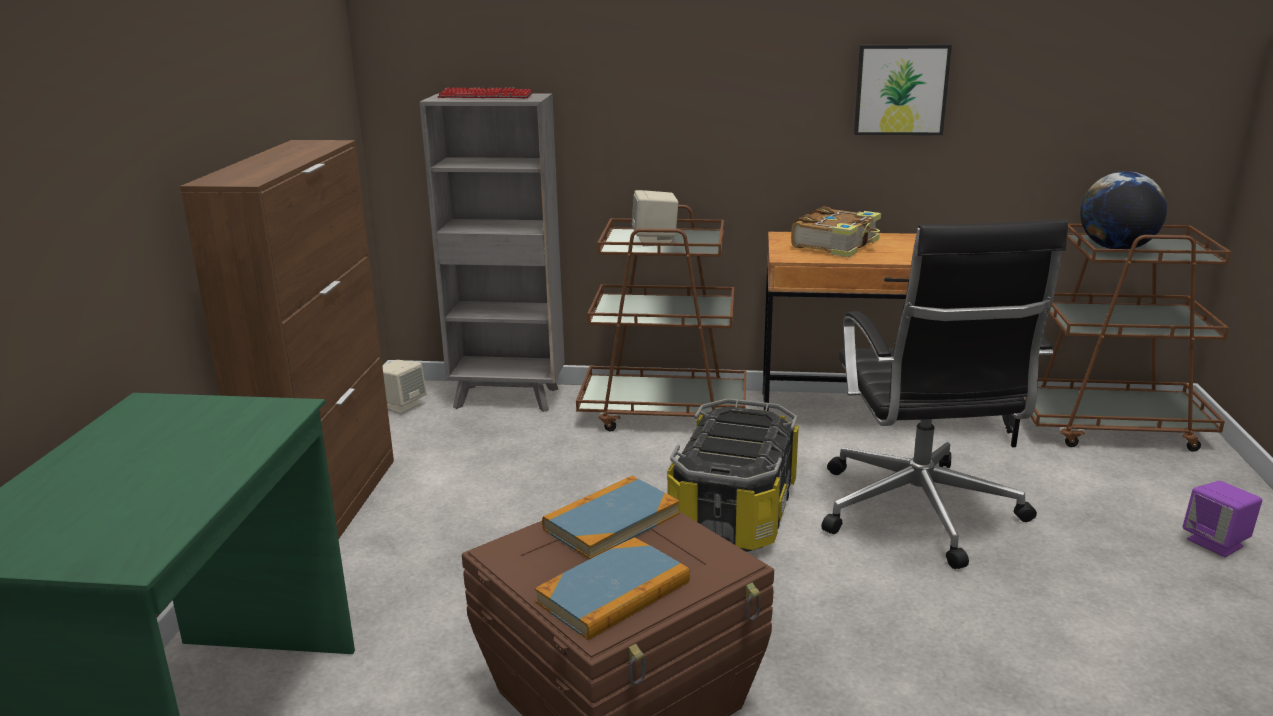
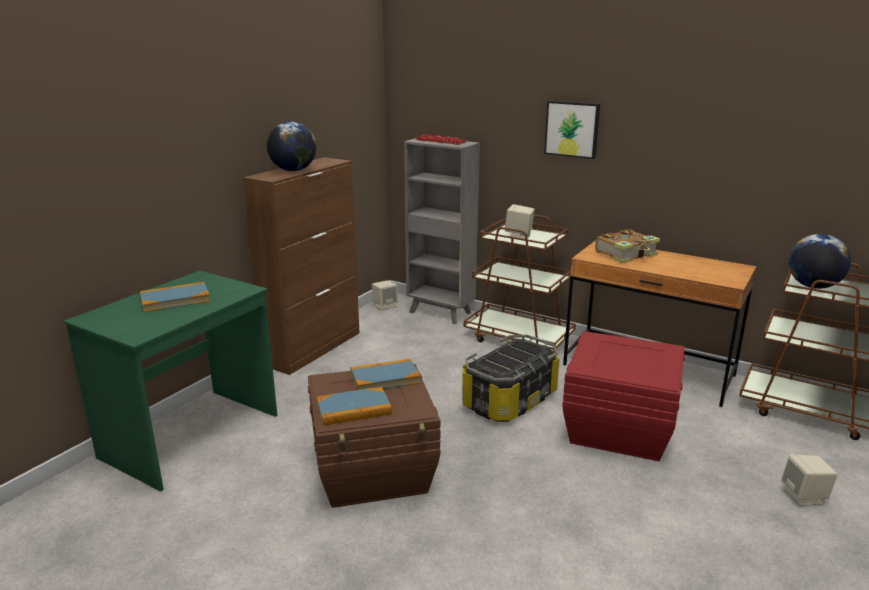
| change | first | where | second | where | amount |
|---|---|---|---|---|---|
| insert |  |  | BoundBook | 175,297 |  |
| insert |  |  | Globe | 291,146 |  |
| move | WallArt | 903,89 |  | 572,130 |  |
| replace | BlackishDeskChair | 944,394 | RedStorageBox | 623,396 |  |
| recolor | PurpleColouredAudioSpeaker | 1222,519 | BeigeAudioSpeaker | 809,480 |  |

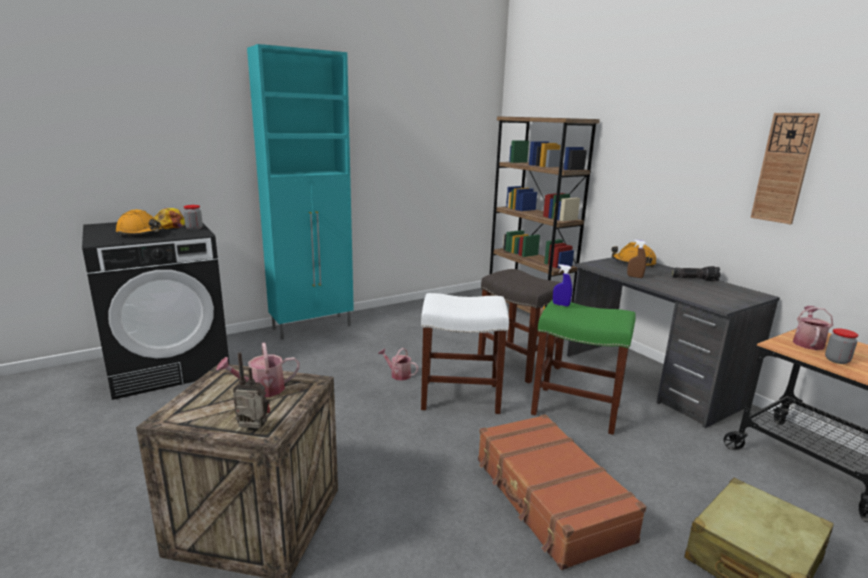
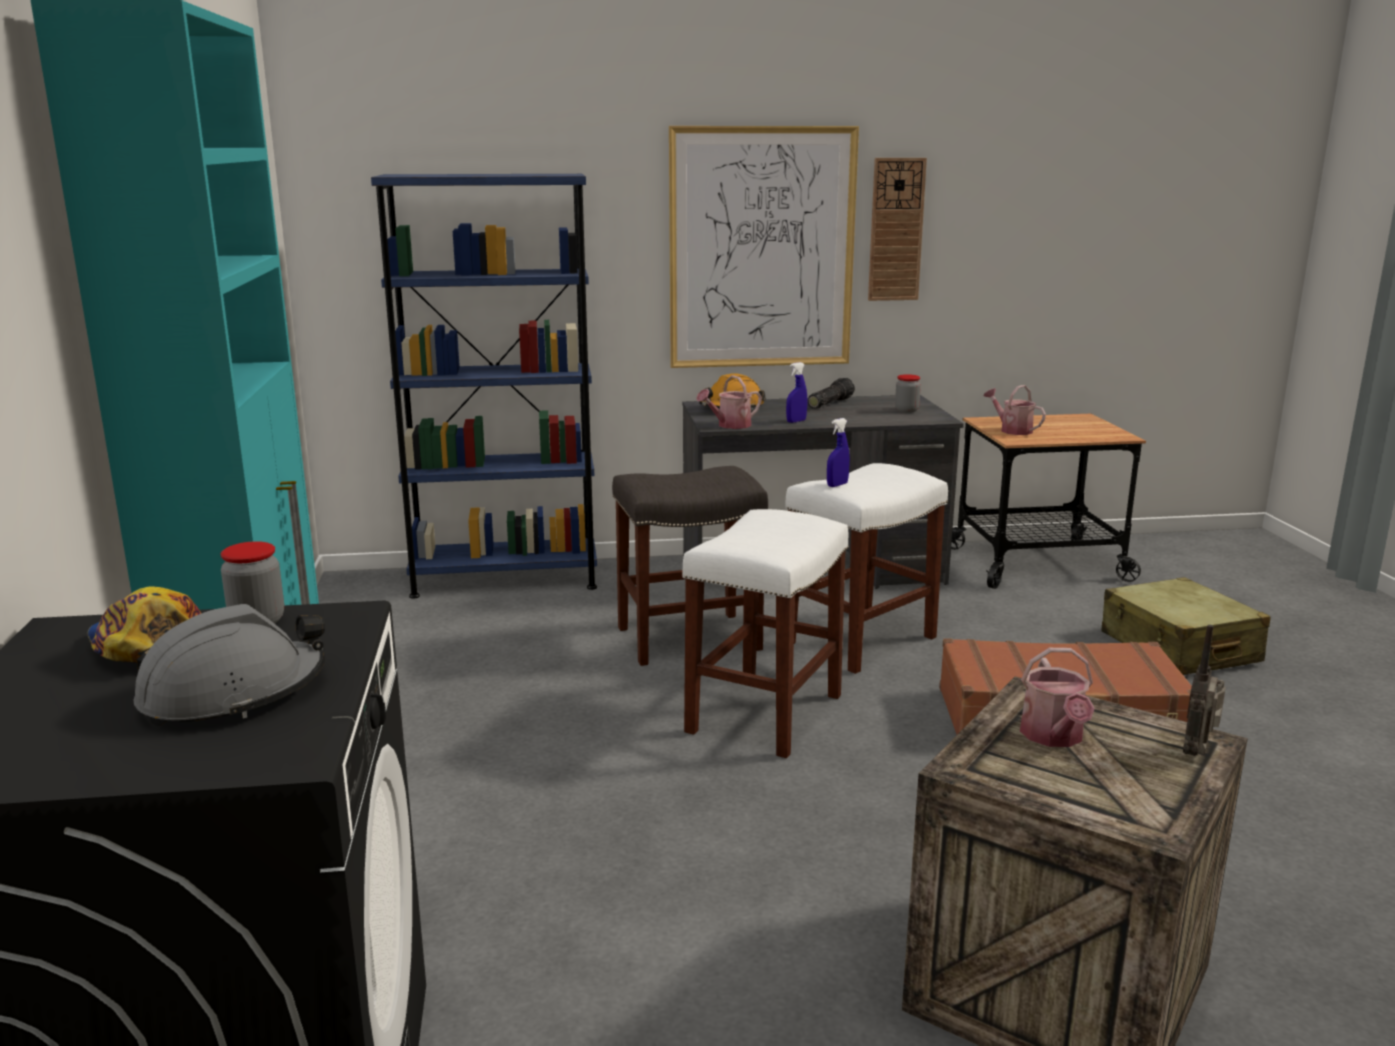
| change | first | where | second | where | amount |
|---|---|---|---|---|---|
| insert |  |  | WallArt | 764,247 |  |
| move | WateringPot | 398,364 |  | 729,402 |  |
| move | StorageJar | 841,346 |  | 908,393 |  |
| recolor | OrangeHardHat | 140,222 | GrayHardHat | 229,665 |  |
| recolor | BrownColouredBookshelf | 544,217 | BlueBookshelf | 484,386 |  |
| recolor | GreenSittingStool | 583,367 | WhiteSittingStool | 866,568 |  |
| recolor | BrownColouredHandSprayer | 636,259 | BlueHandSprayer | 796,392 |  |

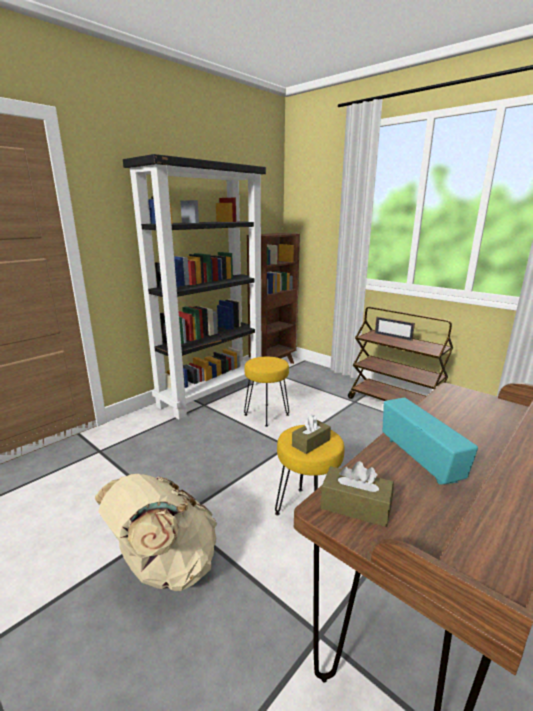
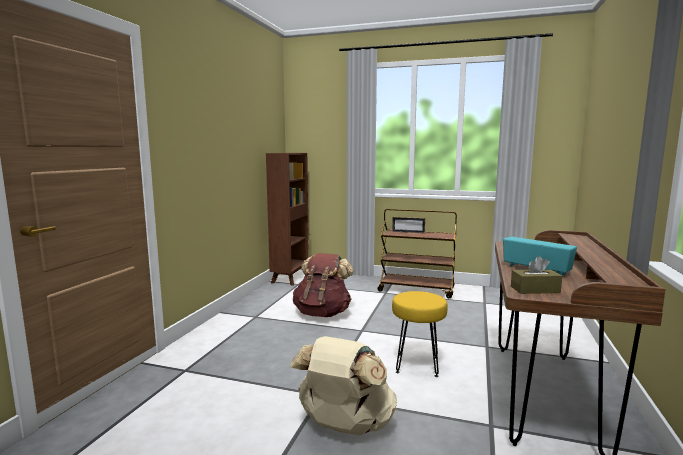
| change | first | where | second | where | amount |
|---|---|---|---|---|---|
| delete | BlackishBookshelf | 194,286 |  |  |  |
| delete | BrownColouredBoxOfTissues | 311,434 |  |  |  |
| replace | YellowColouredSittingStool | 266,392 | BrownColouredKnapsack | 323,285 |  |

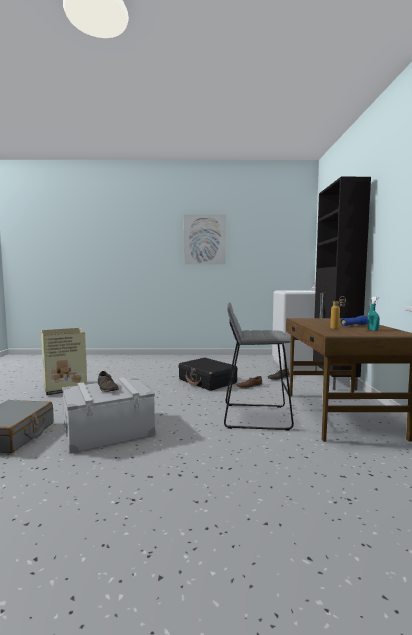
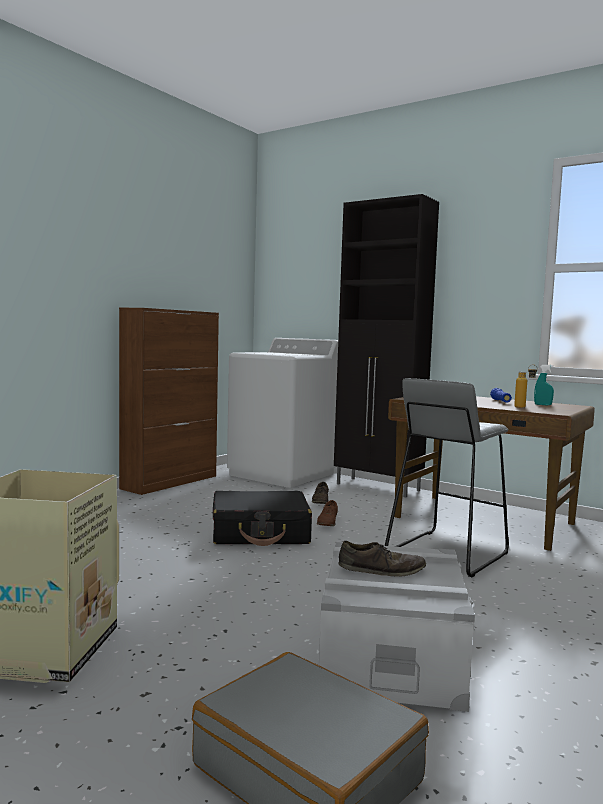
| change | first | where | second | where | amount |
|---|---|---|---|---|---|
| delete | WallArt | 205,239 |  |  |  |
| insert |  |  | BrownColouredCupboard | 169,401 |  |

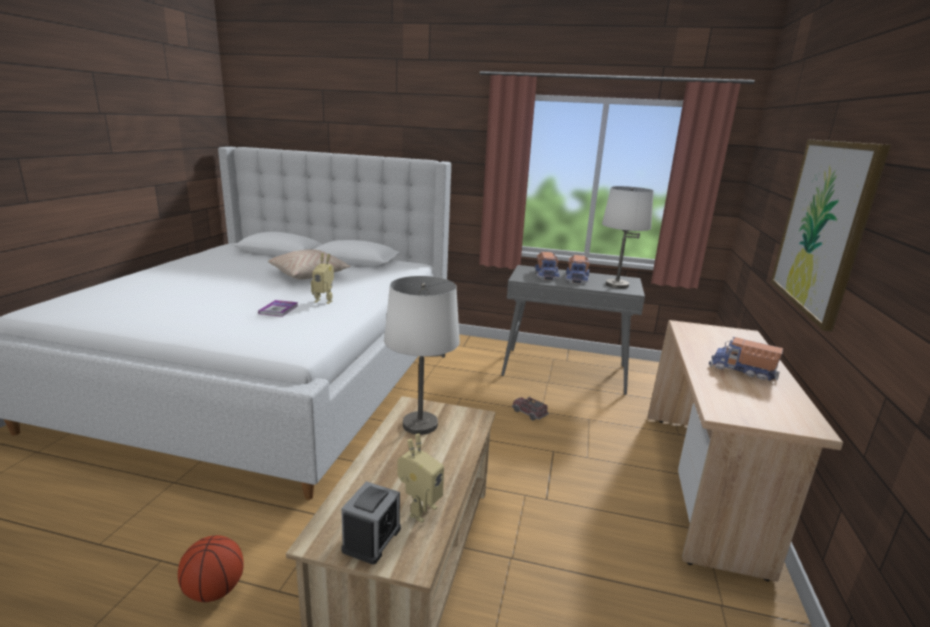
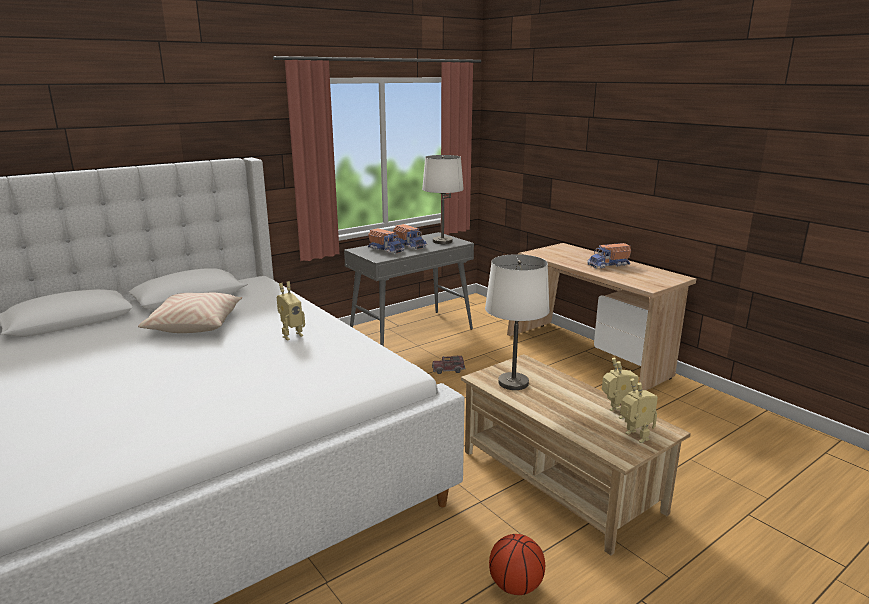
| change | first | where | second | where | amount |
|---|---|---|---|---|---|
| delete | BoundBook | 278,308 |  |  |  |
| delete | WallArt | 831,236 |  |  |  |
| replace | AlarmClock | 371,522 | ToyRobot | 639,411 |  |

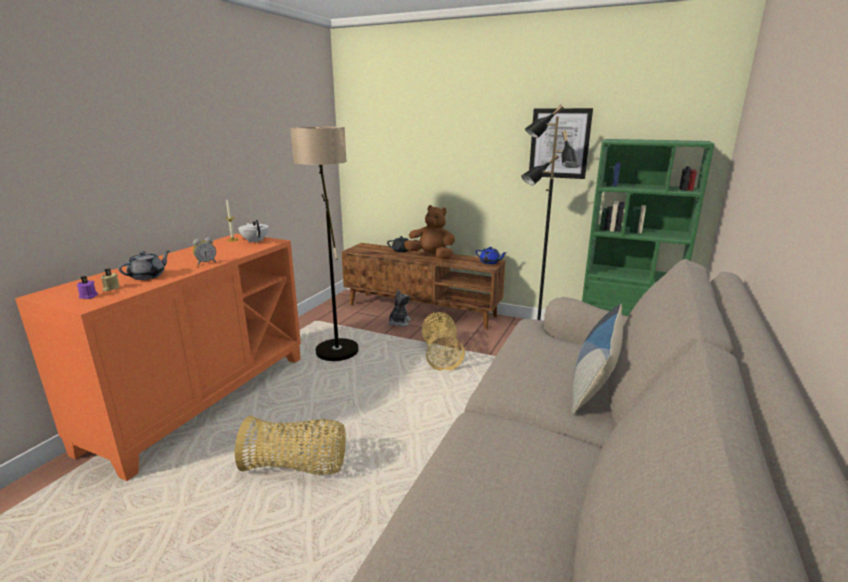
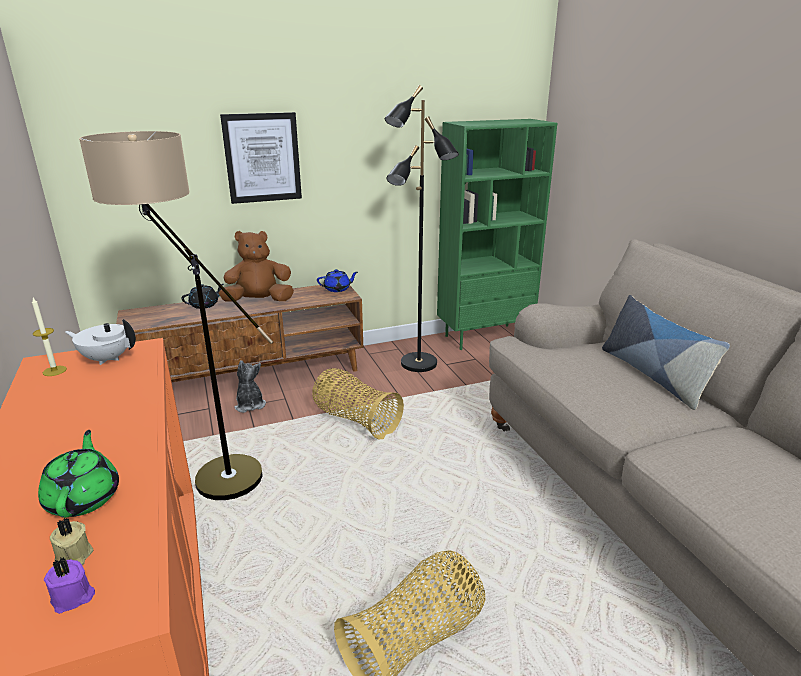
| change | first | where | second | where | amount |
|---|---|---|---|---|---|
| delete | AlarmClock | 204,251 |  |  |  |
| move | WallArt | 561,143 |  | 261,158 |  |
| recolor | GrayTeapot | 144,265 | GreenTeapot | 78,474 |  |

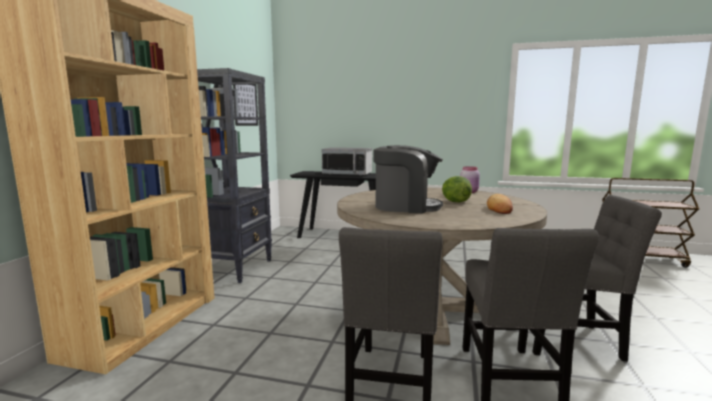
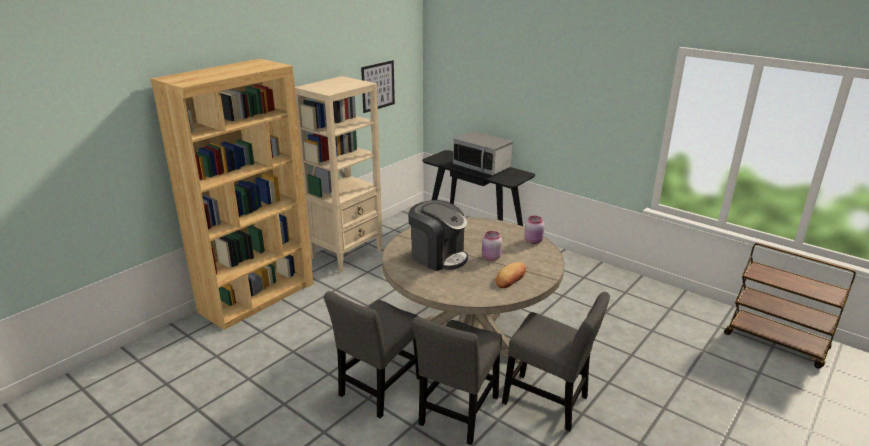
| change | first | where | second | where | amount |
|---|---|---|---|---|---|
| replace | Lettuce | 457,189 | PinkColouredStorageJar | 492,246 |  |
| recolor | BlackishBookshelf | 234,175 | BeigeBookshelf | 339,174 |  |

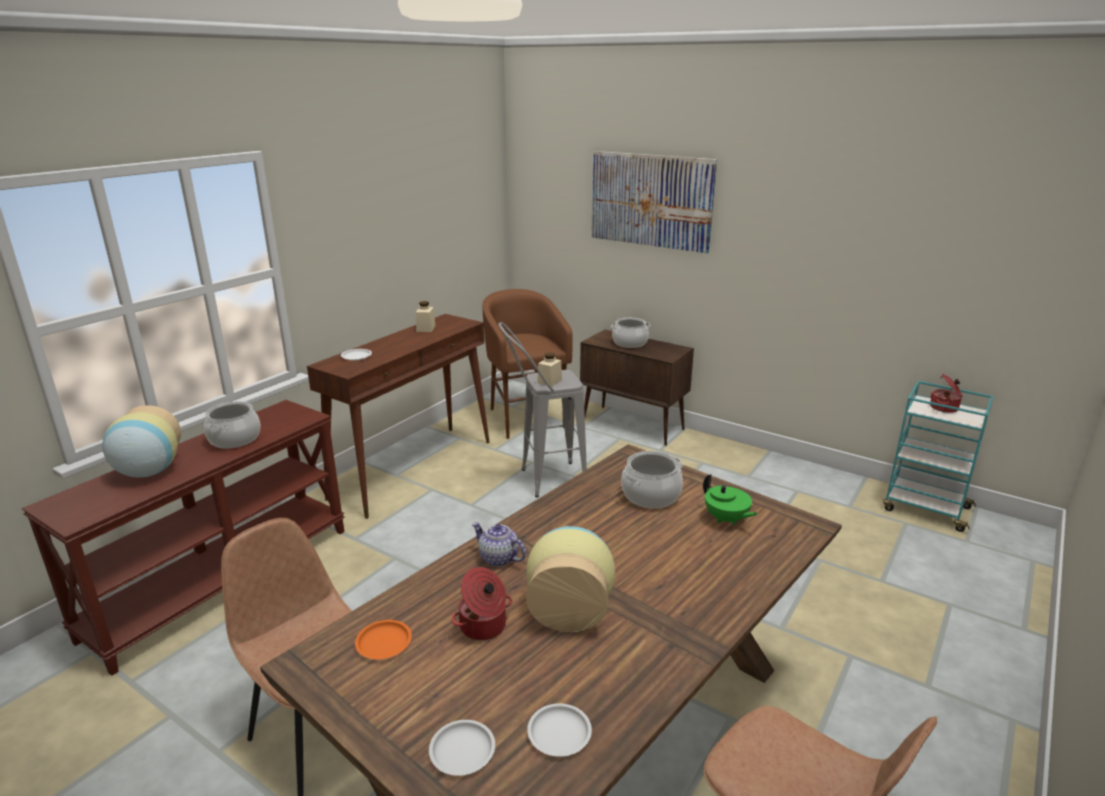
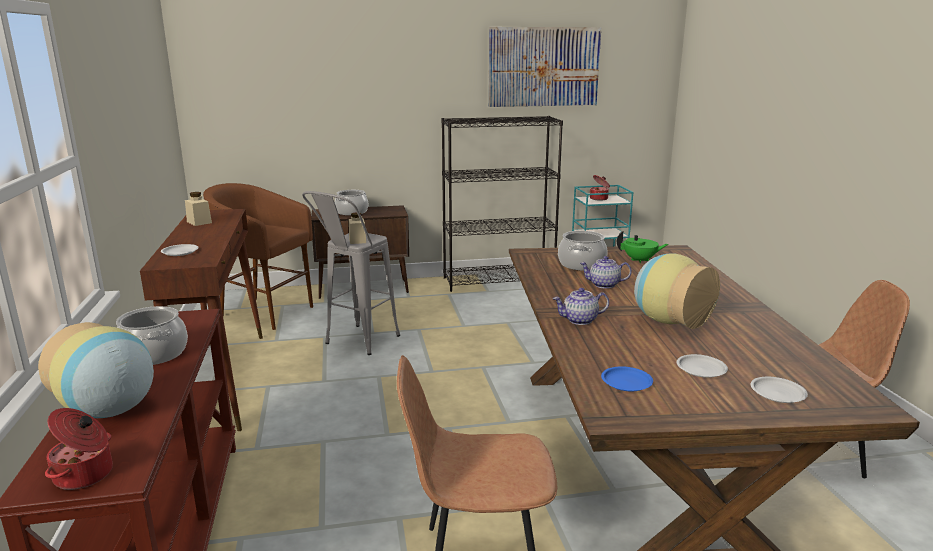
| change | first | where | second | where | amount |
|---|---|---|---|---|---|
| insert |  |  | BlackishBookshelf | 502,204 |  |
| insert |  |  | Teapot | 606,272 |  |
| move | Stockpot | 481,603 |  | 79,449 |  |
| move | WhitePlate | 559,730 |  | 702,366 |  |
| move | WallArt | 654,202 |  | 544,67 |  |
| recolor | OrangePlate | 383,639 | BluePlate | 627,379 |  |

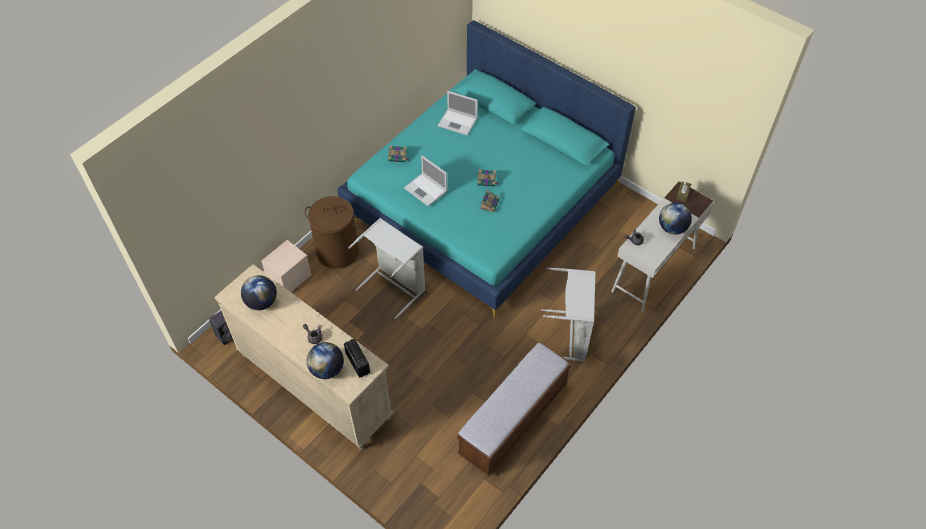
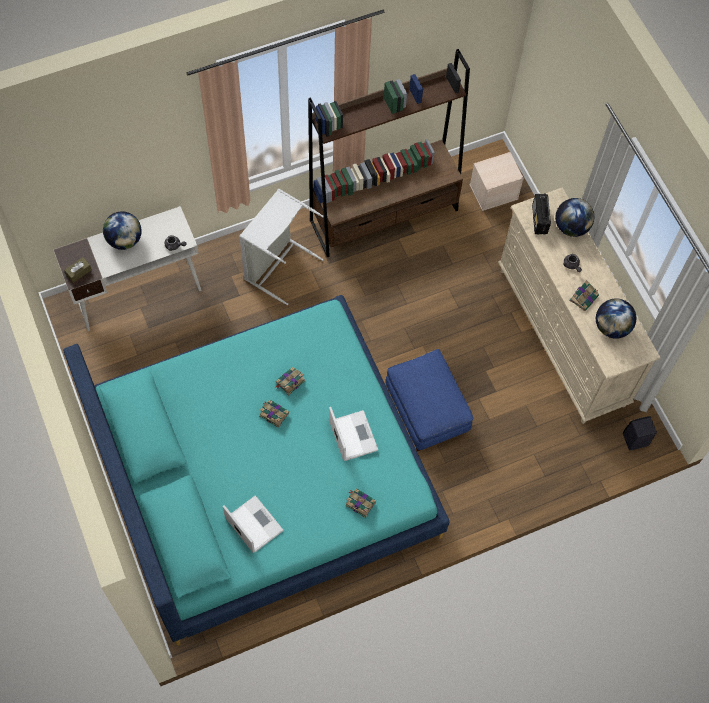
| change | first | where | second | where | amount |
|---|---|---|---|---|---|
| delete | BrownColouredWashingBasket | 332,232 |  |  |  |
| insert |  |  | BoundBook | 584,295 |  |
| move | BeigeStorageBox | 286,266 |  | 497,181 |  |
| replace | GrayWashingBasket | 387,268 | BlueOttoman | 429,400 |  |
| replace | IndoorBench | 514,409 | BrownColouredBookshelf | 389,153 |  |

